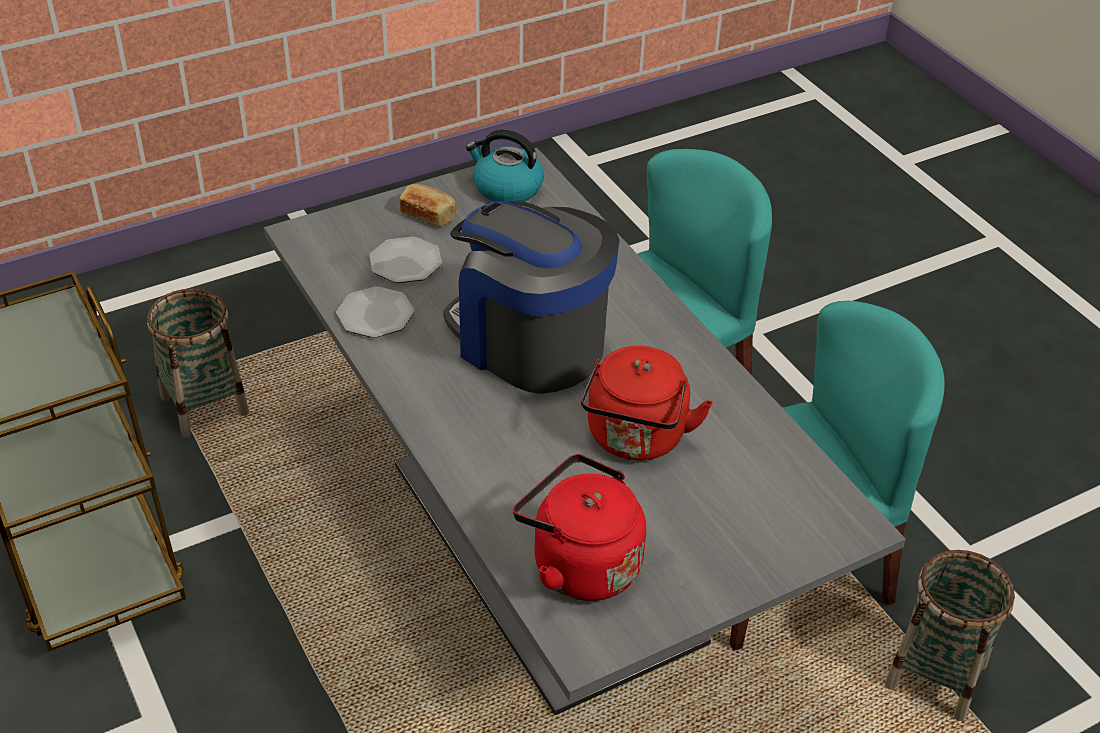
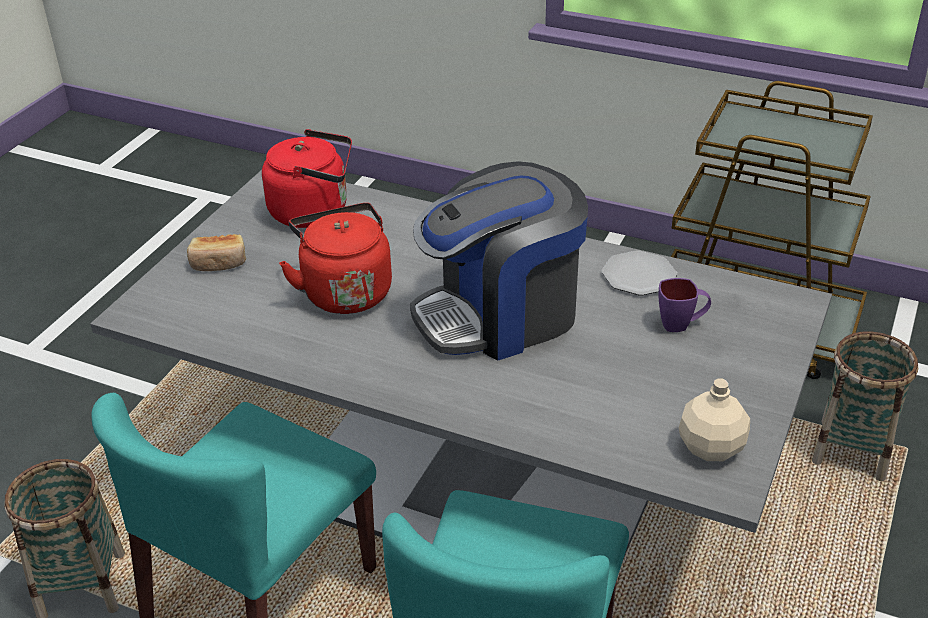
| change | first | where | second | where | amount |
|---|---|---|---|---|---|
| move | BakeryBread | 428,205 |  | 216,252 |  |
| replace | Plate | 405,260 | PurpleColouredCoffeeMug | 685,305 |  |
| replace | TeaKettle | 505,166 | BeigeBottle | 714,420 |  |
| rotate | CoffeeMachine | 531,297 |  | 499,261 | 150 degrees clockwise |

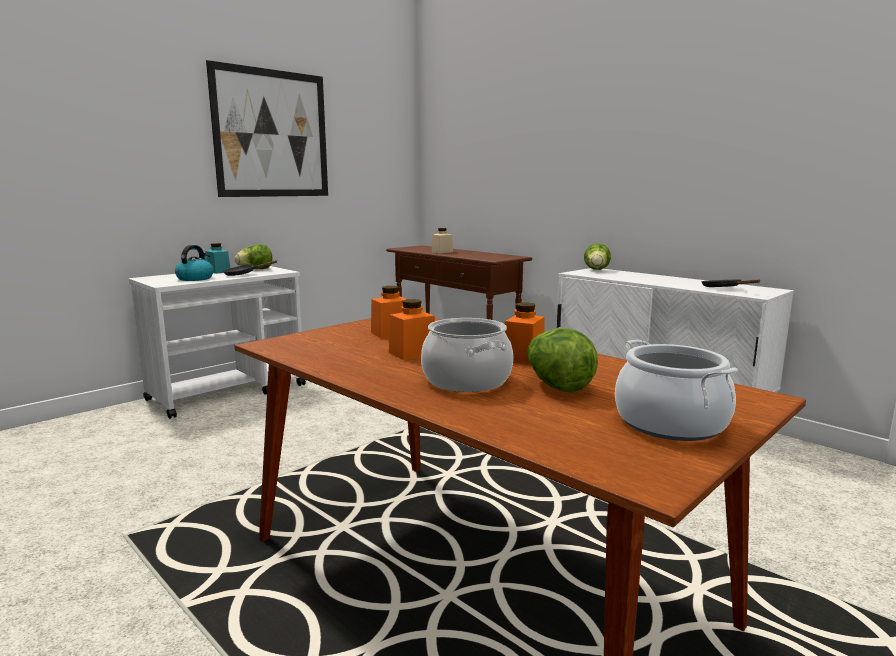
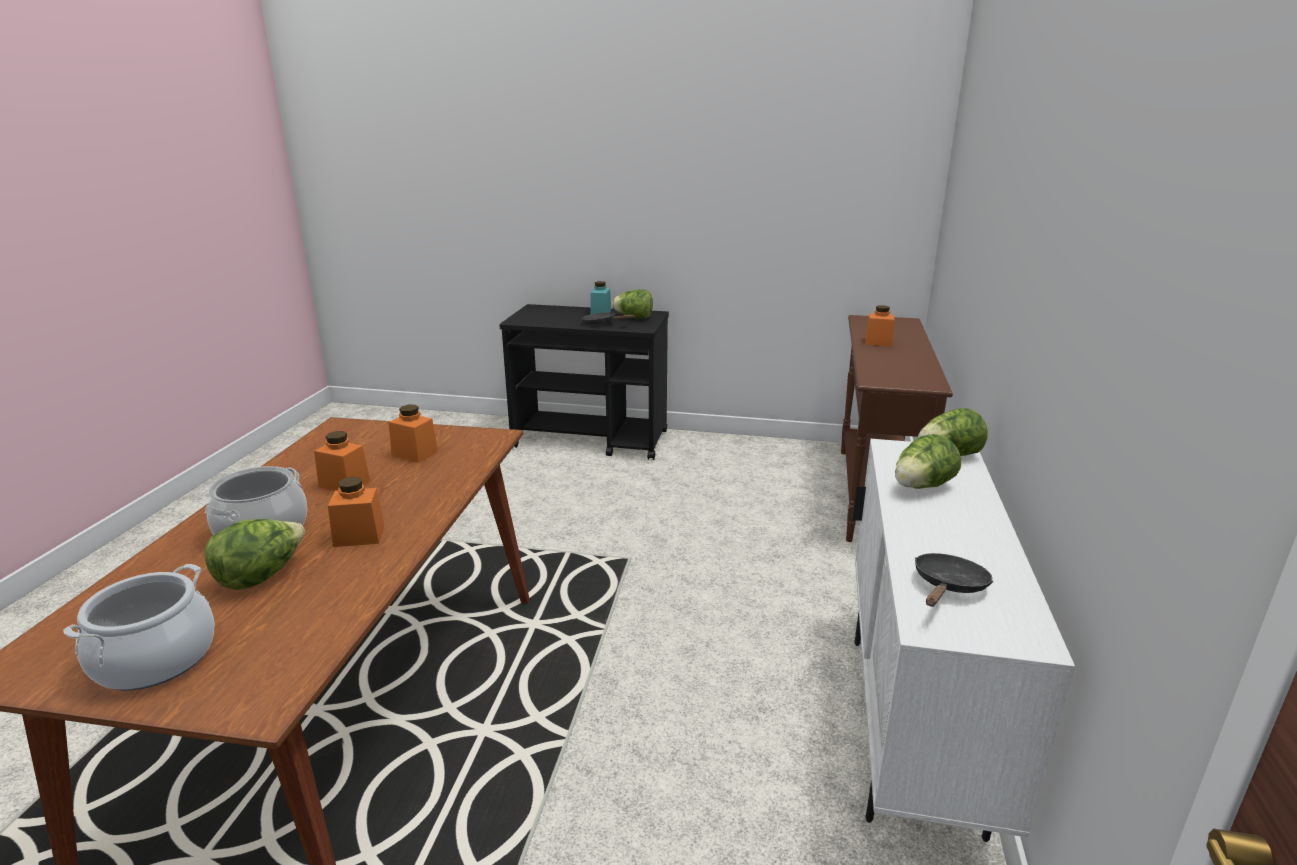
| change | first | where | second | where | amount |
|---|---|---|---|---|---|
| delete | TeaKettle | 194,263 |  |  |  |
| delete | WallArt | 267,128 |  |  |  |
| insert |  |  | Lettuce | 928,461 |  |
| recolor | WhiteCart | 217,342 | BlackishCart | 584,382 |  |
| recolor | BeigeStorageJar | 442,240 | OrangeStorageJar | 880,325 |  |

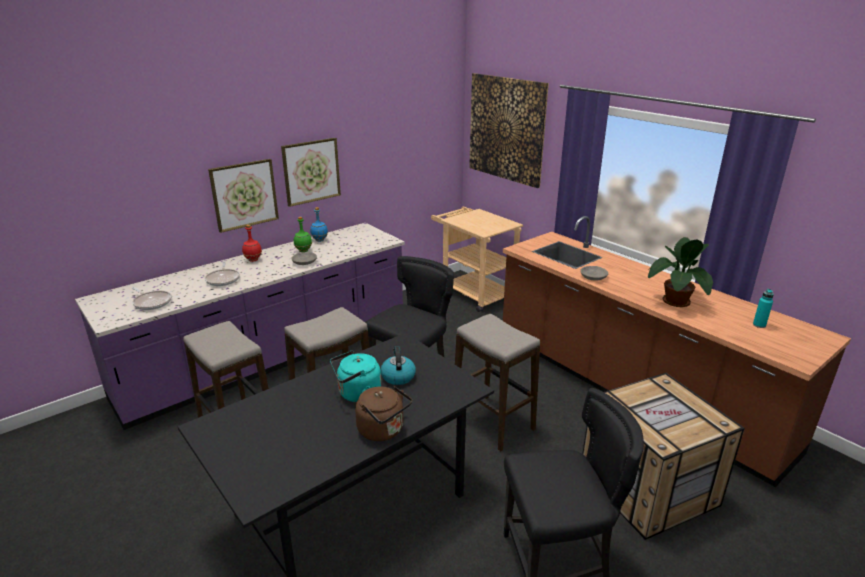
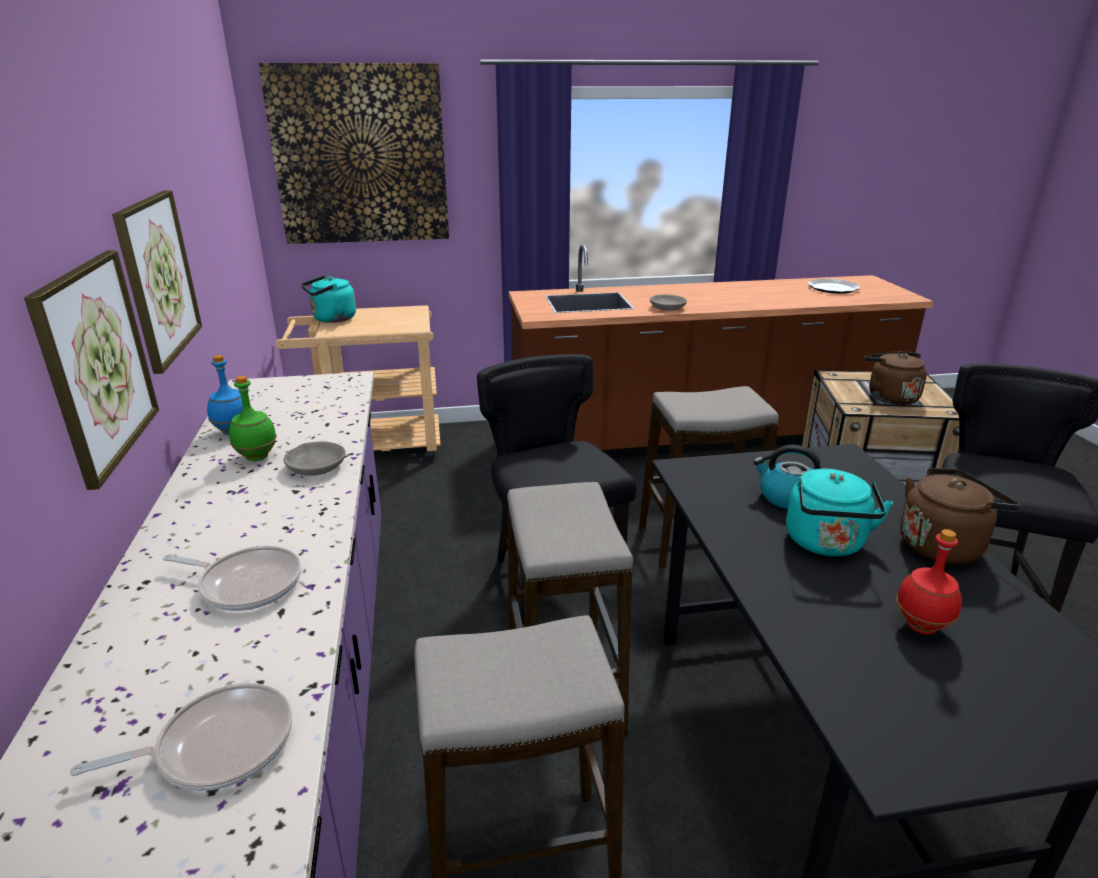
| change | first | where | second | where | amount |
|---|---|---|---|---|---|
| delete | PottedPlant | 680,272 |  |  |  |
| insert |  |  | TurquoiseTeaKettle | 328,299 |  |
| insert |  |  | BrownColouredTeaKettle | 895,378 |  |
| move | RedBottle | 252,243 |  | 929,581 |  |
| replace | TurquoiseBottle | 763,308 | Plate | 834,286 |  |

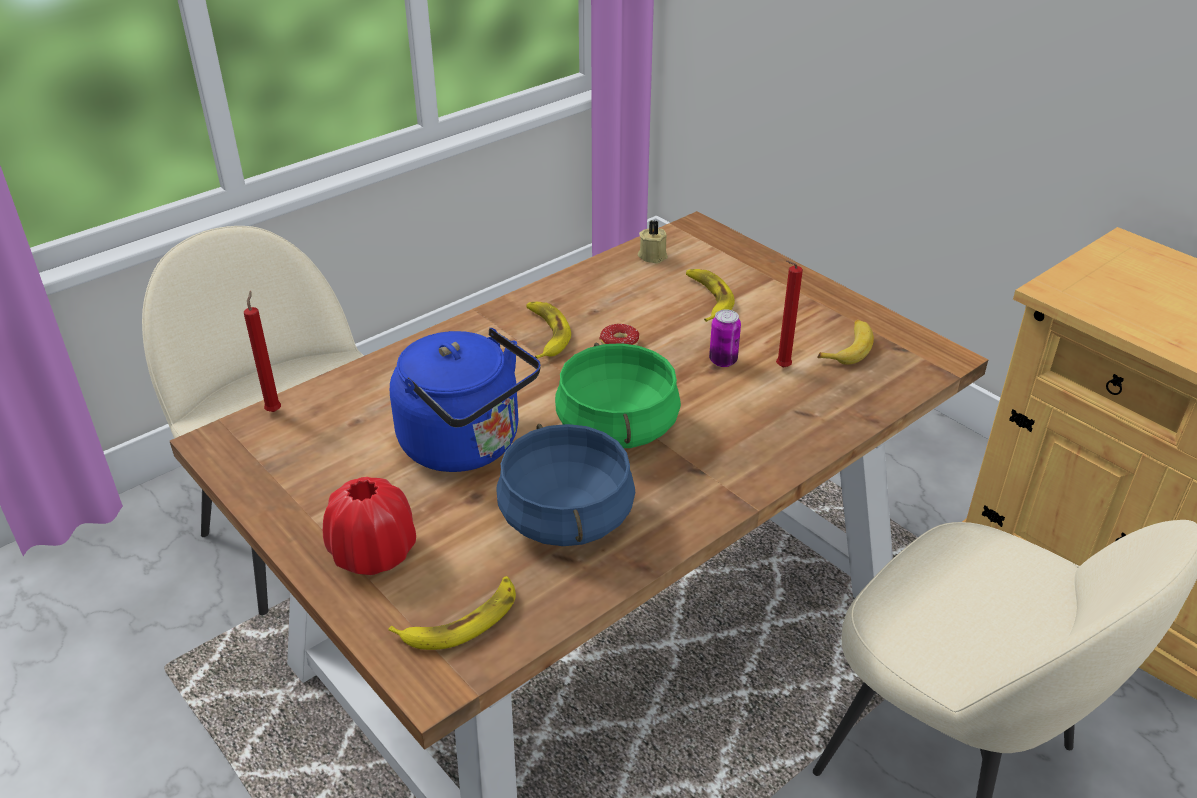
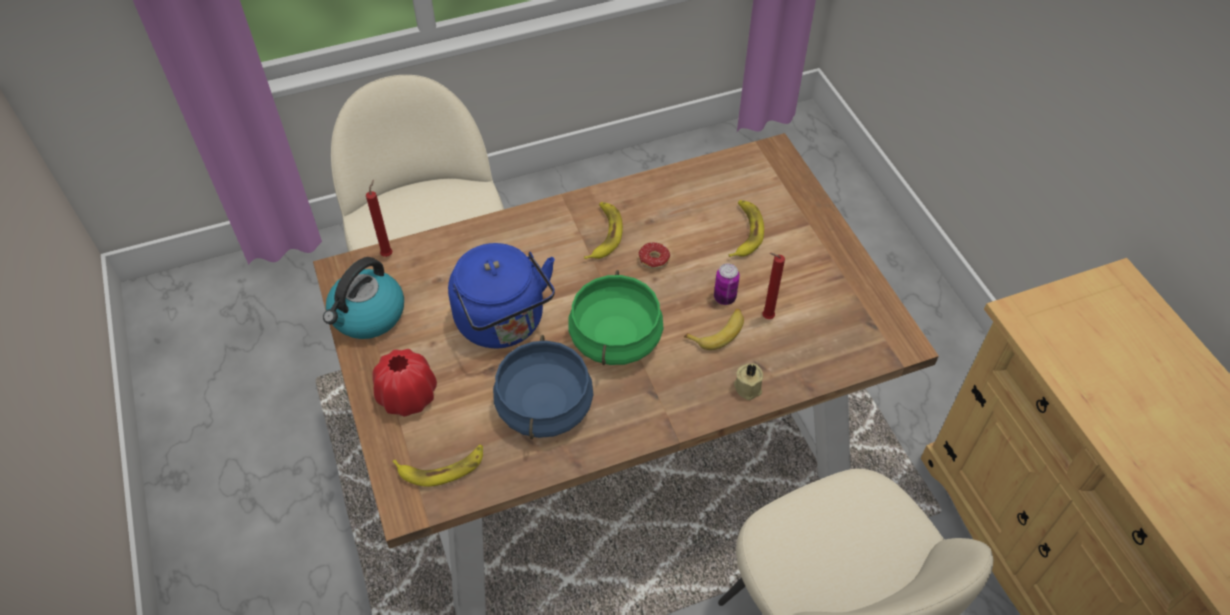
| change | first | where | second | where | amount |
|---|---|---|---|---|---|
| insert |  |  | TeaKettle | 363,298 |  |
| move | BeigeWaxCandle | 653,242 |  | 748,381 |  |
| move | BananaFruit | 845,342 |  | 714,329 |  |

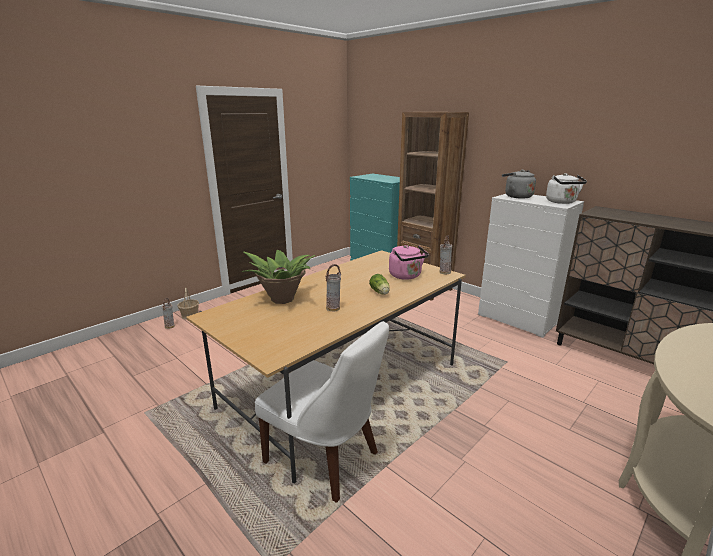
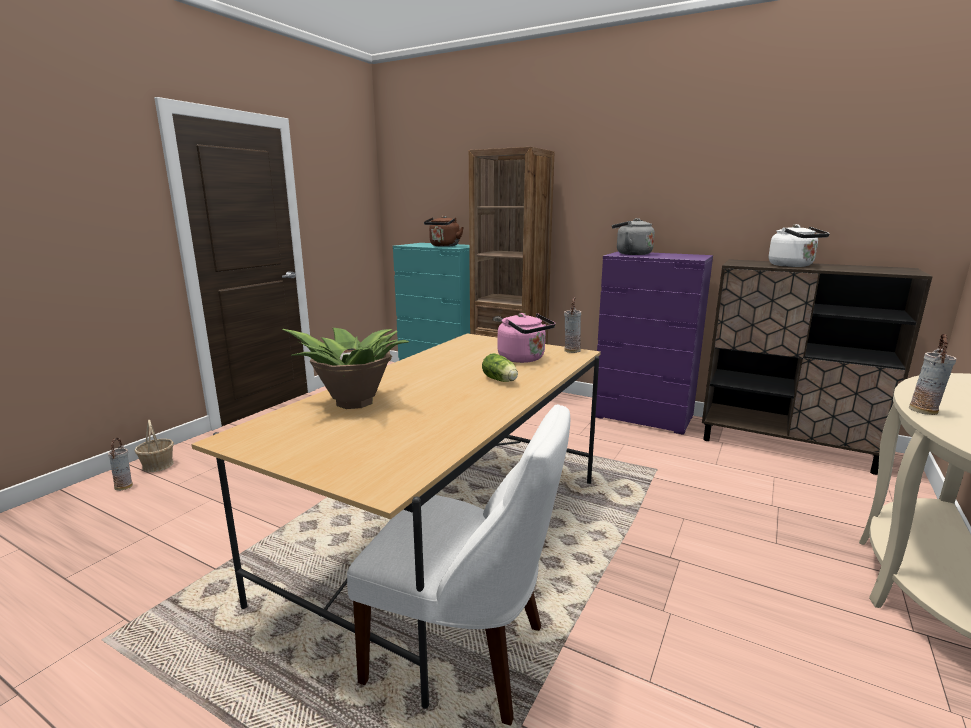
| change | first | where | second | where | amount |
|---|---|---|---|---|---|
| insert |  |  | BrownColouredTeaKettle | 444,231 |  |
| move | FlowerVase | 333,287 |  | 932,374 |  |
| move | WhiteTeaKettle | 566,188 |  | 799,245 |  |
| recolor | WhiteDrawerChest | 531,266 | PurpleColouredDrawerChest | 654,343 |  |

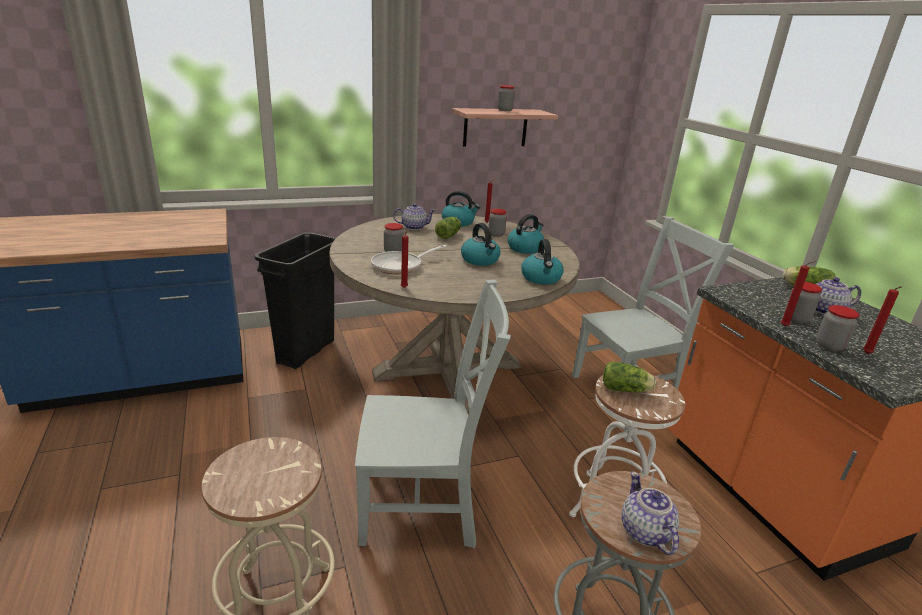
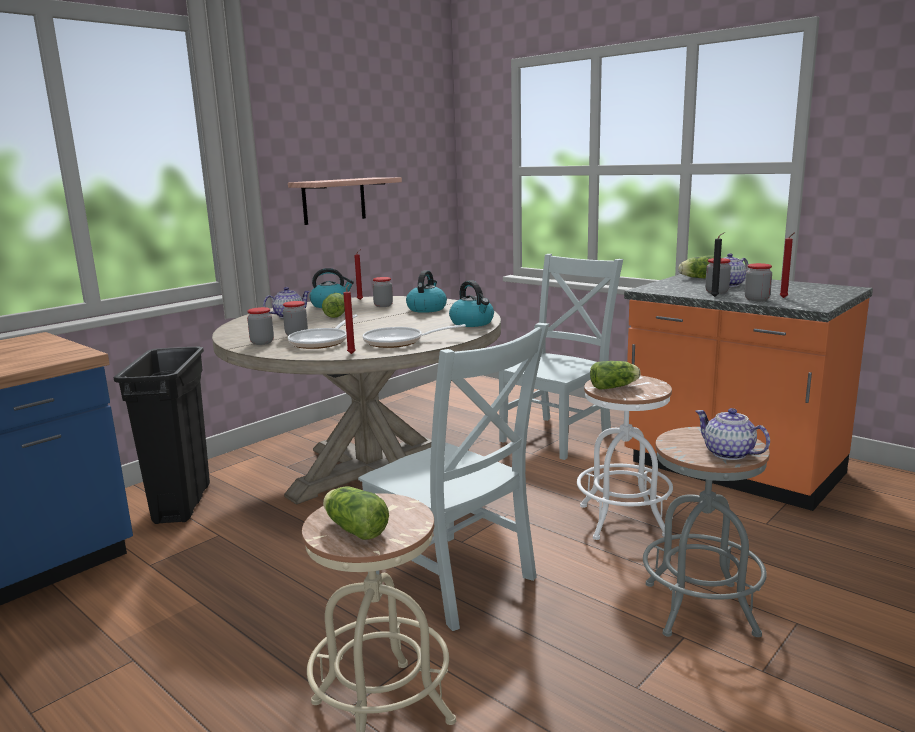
| change | first | where | second | where | amount |
|---|---|---|---|---|---|
| delete | TeaKettle | 481,244 |  |  |  |
| insert |  |  | Lettuce | 356,513 |  |
| insert |  |  | FryingPan | 414,336 |  |
| move | StorageJar | 506,98 |  | 260,326 |  |
| recolor | RedWaxCandle | 799,293 | BlackishWaxCandle | 718,264 |  |
| rotate | GrayPlainChair | 433,414 |  | 453,477 | 75 degrees clockwise |

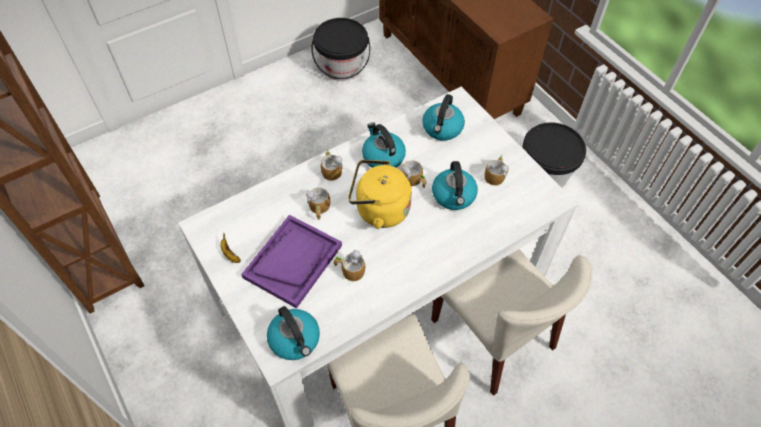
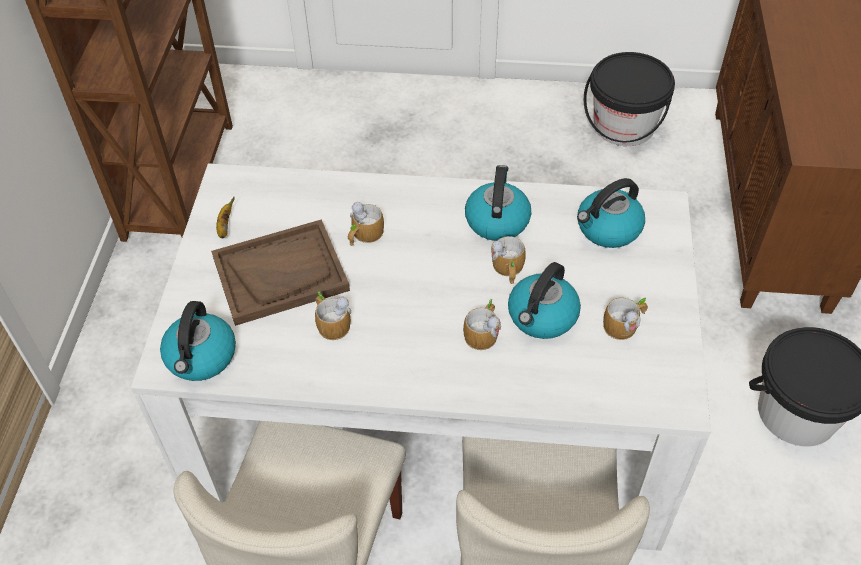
| change | first | where | second | where | amount |
|---|---|---|---|---|---|
| delete | YellowColouredTeaKettle | 380,194 |  |  |  |
| move | CoffeeMug | 332,165 |  | 482,324 |  |
| recolor | PurpleColouredServingTray | 291,262 | BrownColouredServingTray | 280,272 |  |

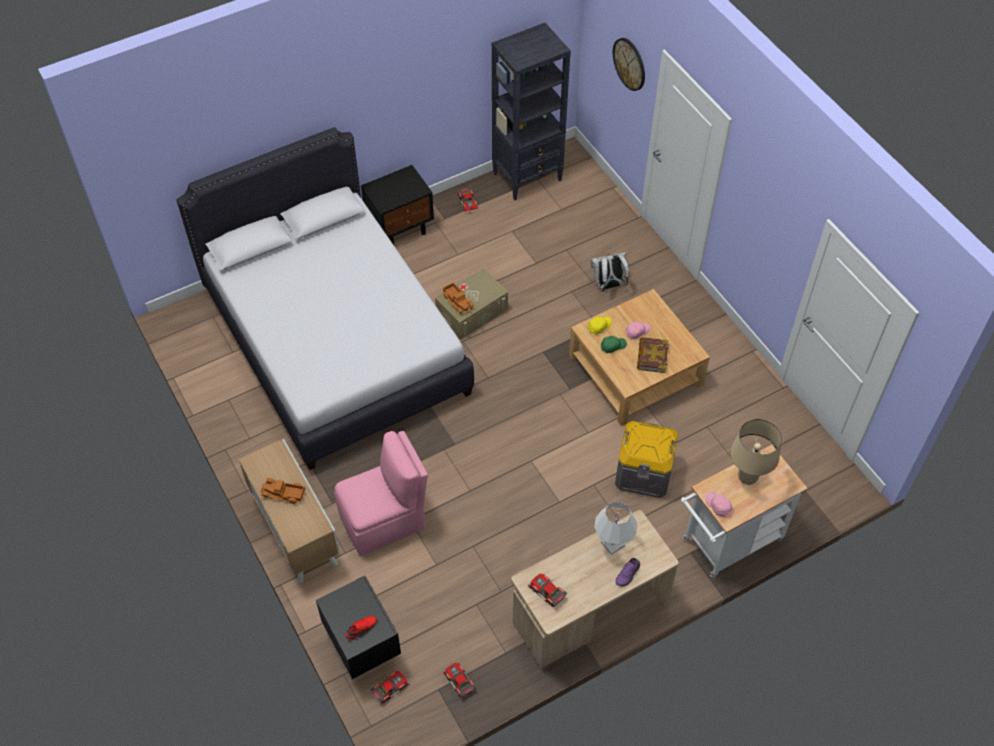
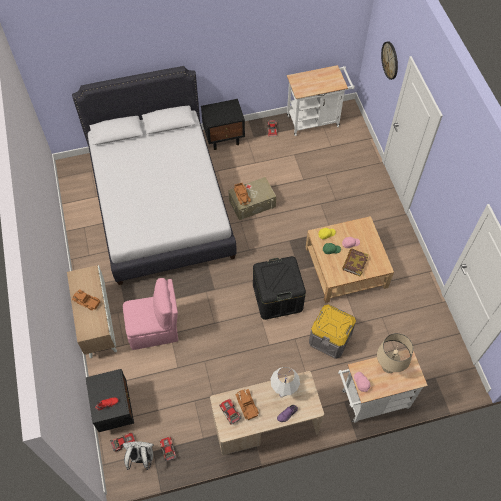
| change | first | where | second | where | amount |
|---|---|---|---|---|---|
| insert |  |  | ModelTruck | 247,404 |  |
| insert |  |  | BlackishStorageBox | 279,288 |  |
| move | WhiteKnapsack | 610,271 |  | 138,455 |  |
| replace | BlackishBookshelf | 531,111 | WhiteCart | 321,100 |  |

